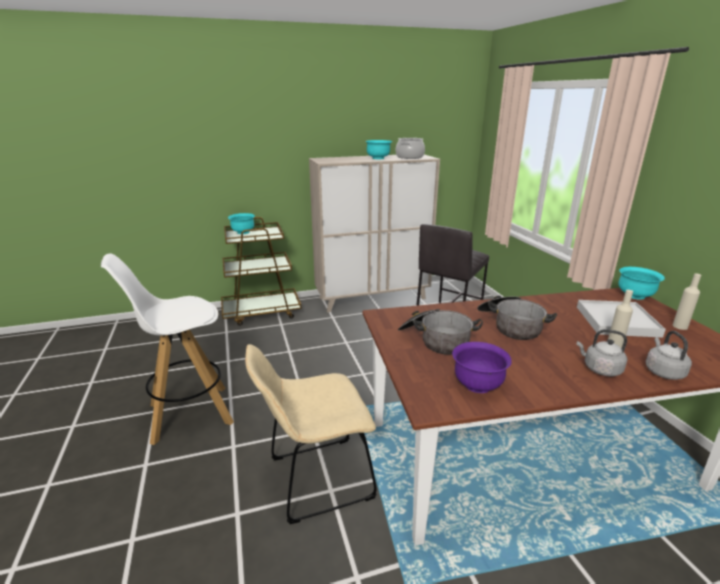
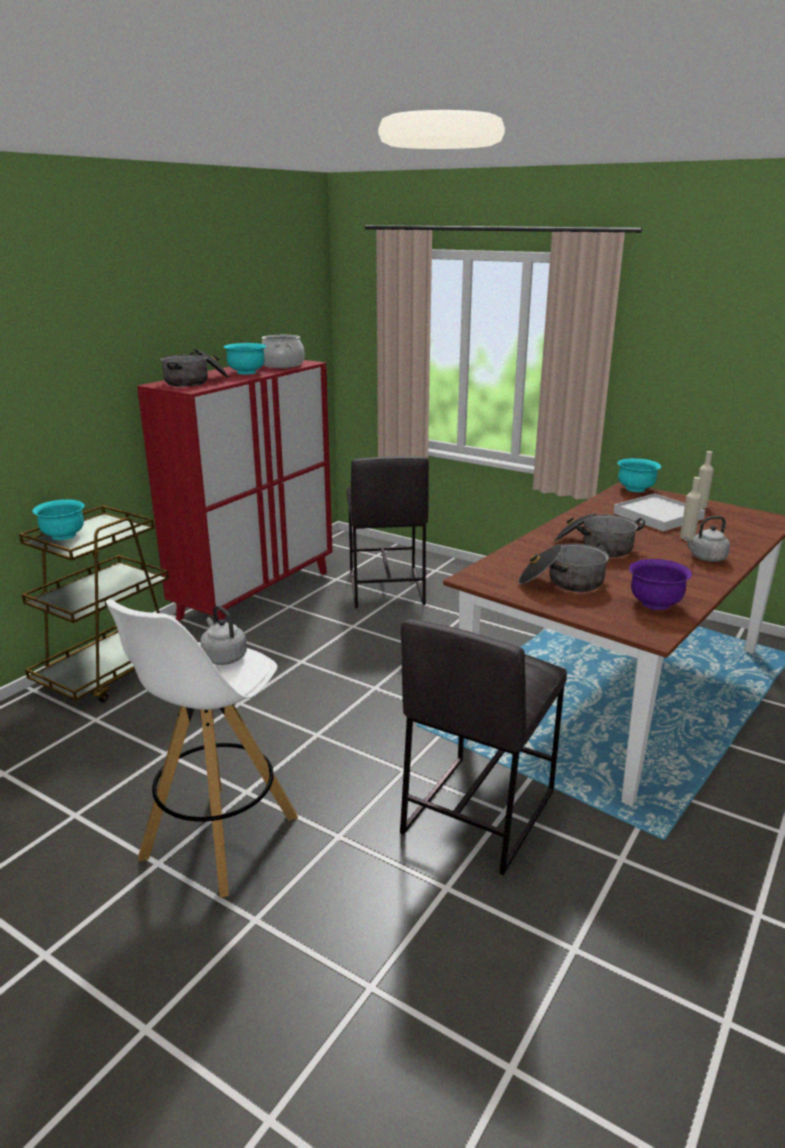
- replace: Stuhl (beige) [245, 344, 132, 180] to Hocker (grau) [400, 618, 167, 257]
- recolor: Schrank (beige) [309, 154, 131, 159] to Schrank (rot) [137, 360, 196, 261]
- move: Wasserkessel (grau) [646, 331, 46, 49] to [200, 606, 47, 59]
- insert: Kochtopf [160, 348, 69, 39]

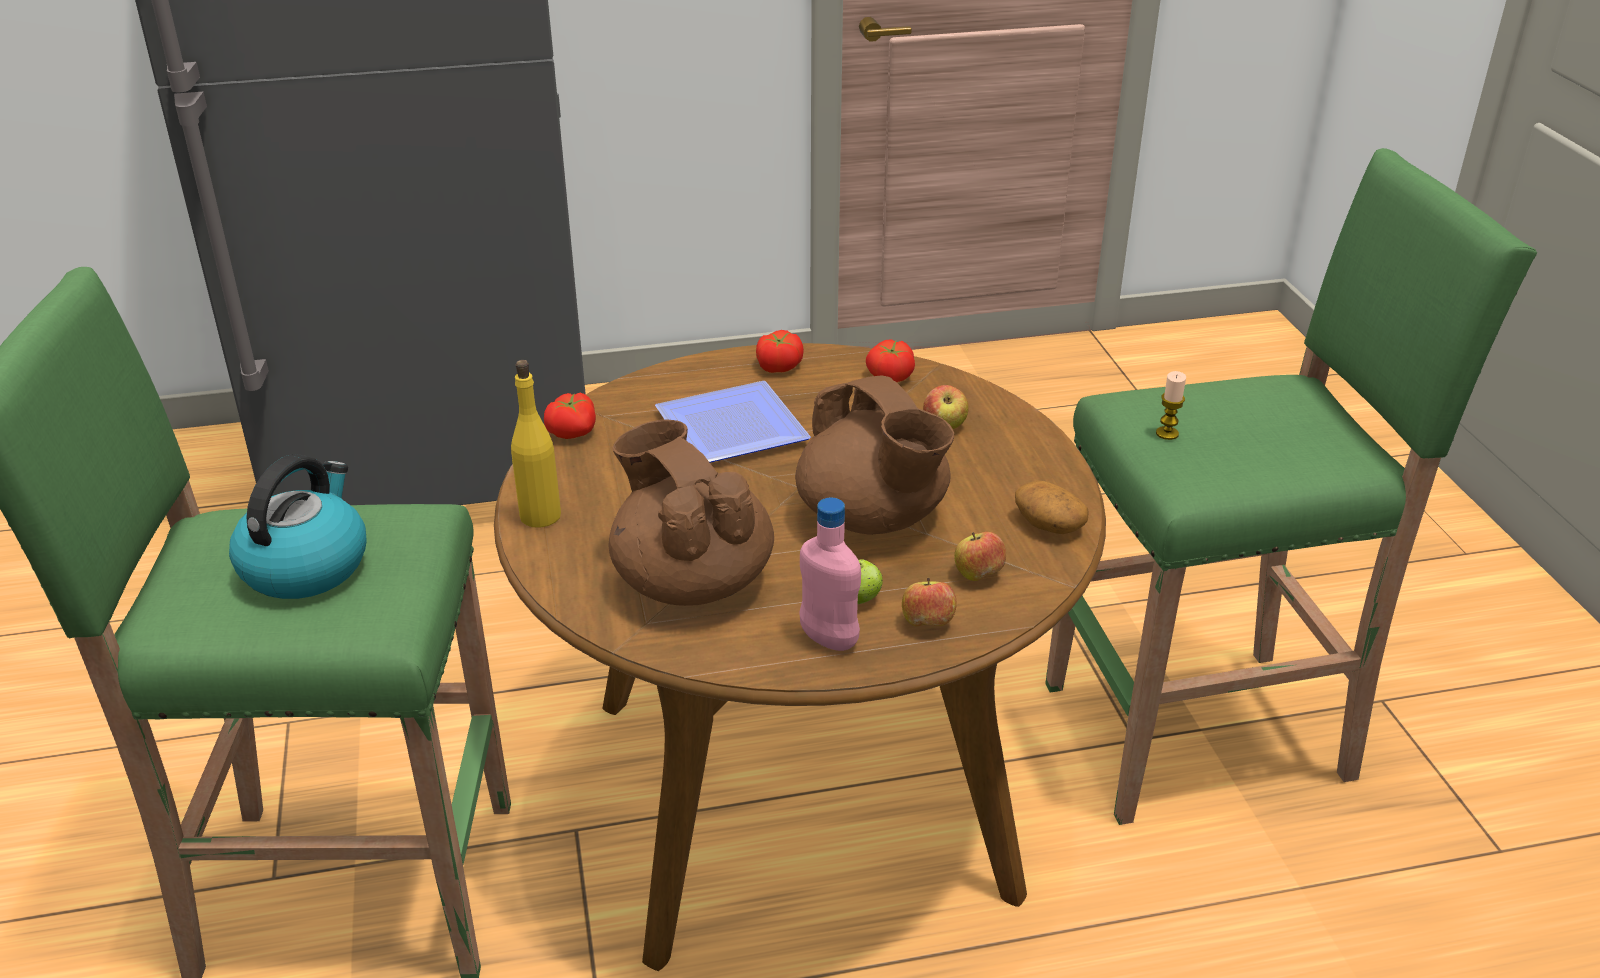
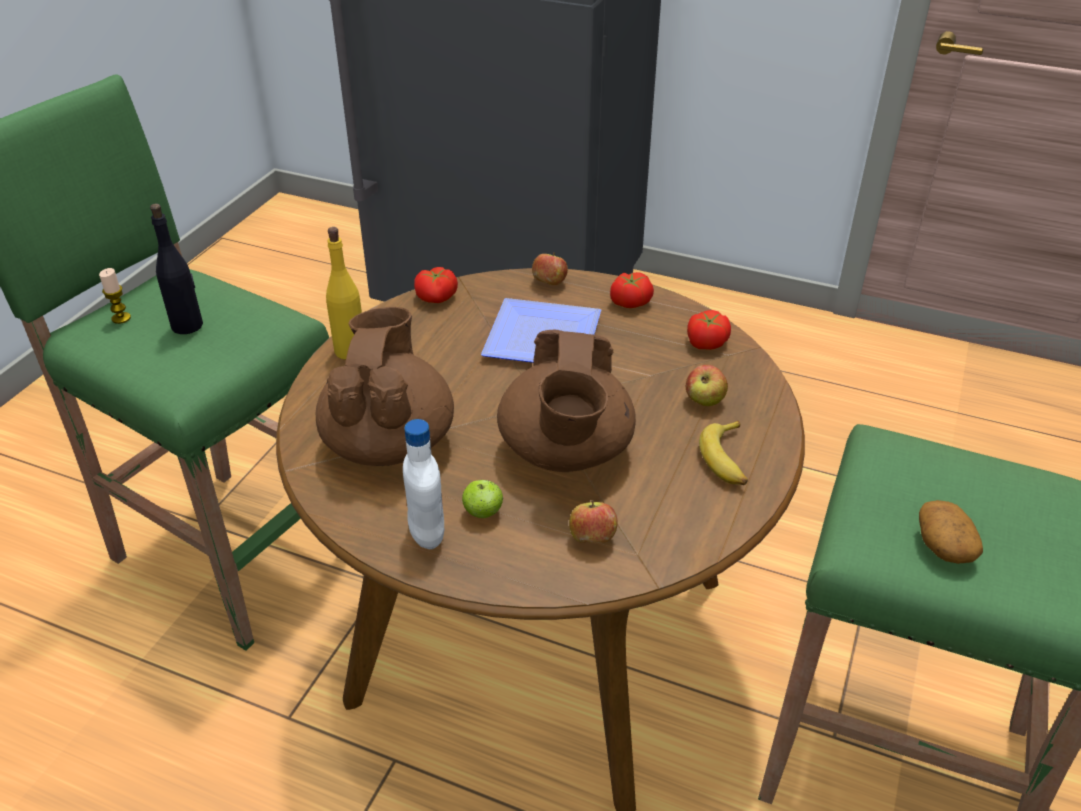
- replace: Wasserkessel [229, 454, 138, 145] to Flasche (schwarz) [150, 203, 53, 131]
- recolor: Flasche (rosa) [799, 498, 62, 153] to Flasche (weiß) [403, 419, 41, 130]
- move: Apfel [902, 577, 55, 49] to [532, 252, 36, 33]
- move: Kartoffel [1015, 481, 74, 53] to [919, 500, 64, 64]
- move: Kerze [1156, 371, 30, 69] to [99, 268, 32, 56]
- insert: Banane [699, 420, 49, 65]

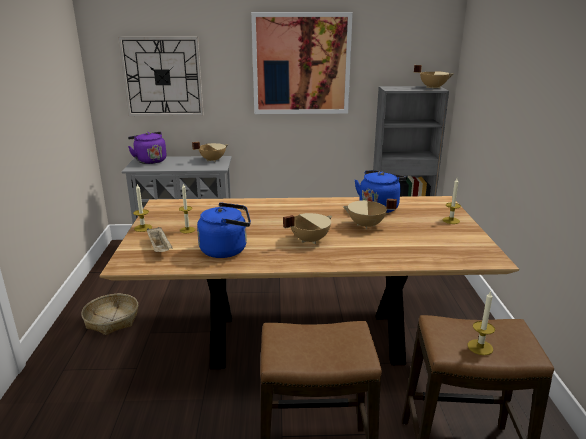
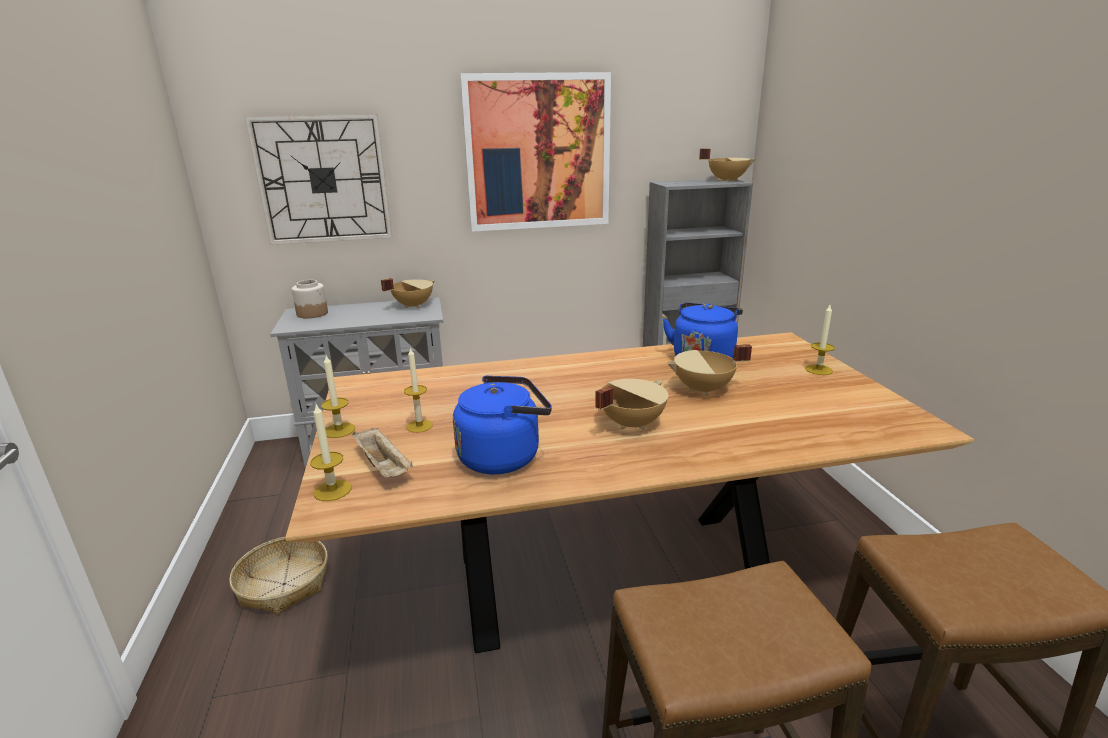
- replace: Wasserkessel (lila) [128, 132, 38, 32] to Vorratsglas [292, 280, 36, 38]
- move: Kerze [468, 290, 27, 65] to [310, 405, 42, 96]

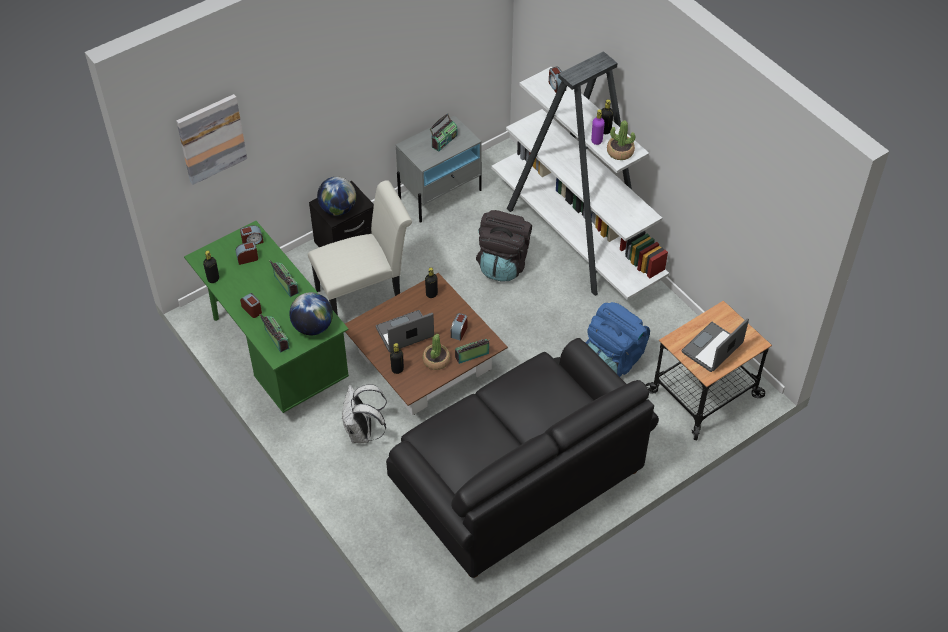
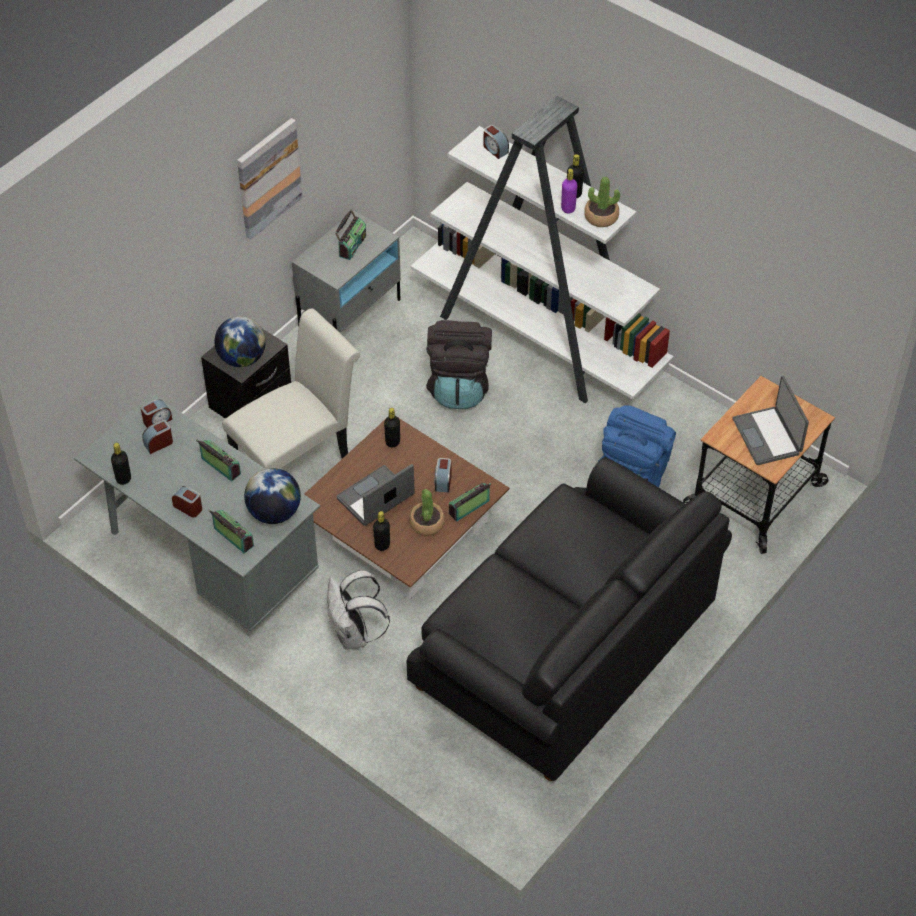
- move: Bild [176, 94, 71, 91] to [237, 118, 66, 122]
- recolor: Schreibtisch (grün) [184, 221, 165, 192] to Schreibtisch (grau) [74, 393, 246, 239]
- rotate: Laptop [682, 318, 67, 54] = [733, 376, 76, 89] 45 degrees counterclockwise

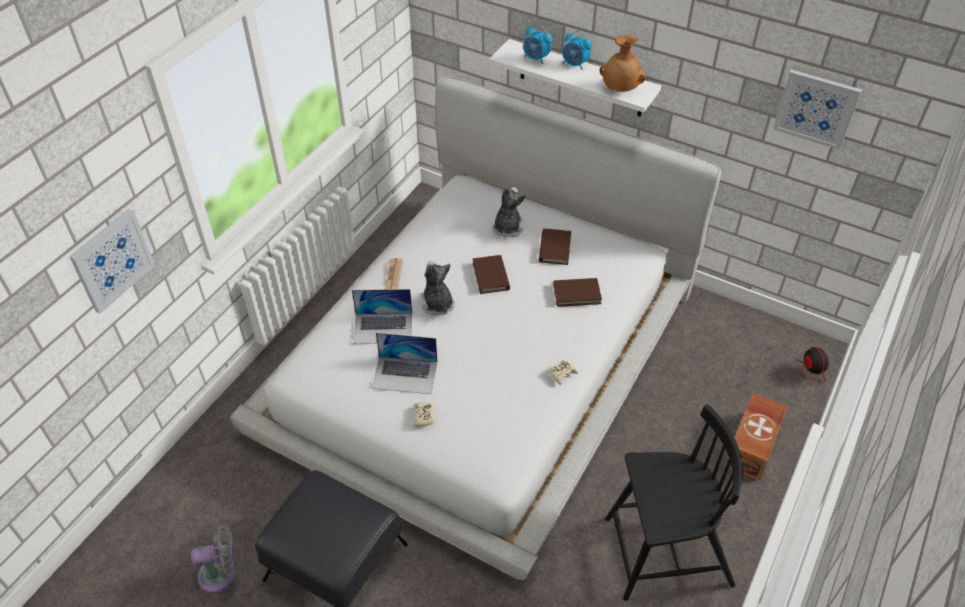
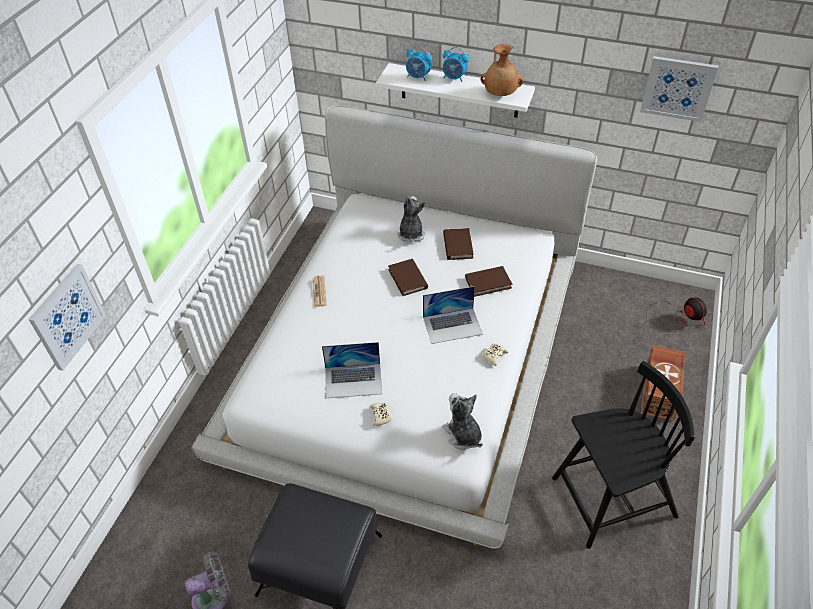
- move: Laptop [352, 289, 60, 55] to [423, 286, 60, 58]
- move: Plüschtier [420, 261, 35, 55] to [442, 393, 40, 57]

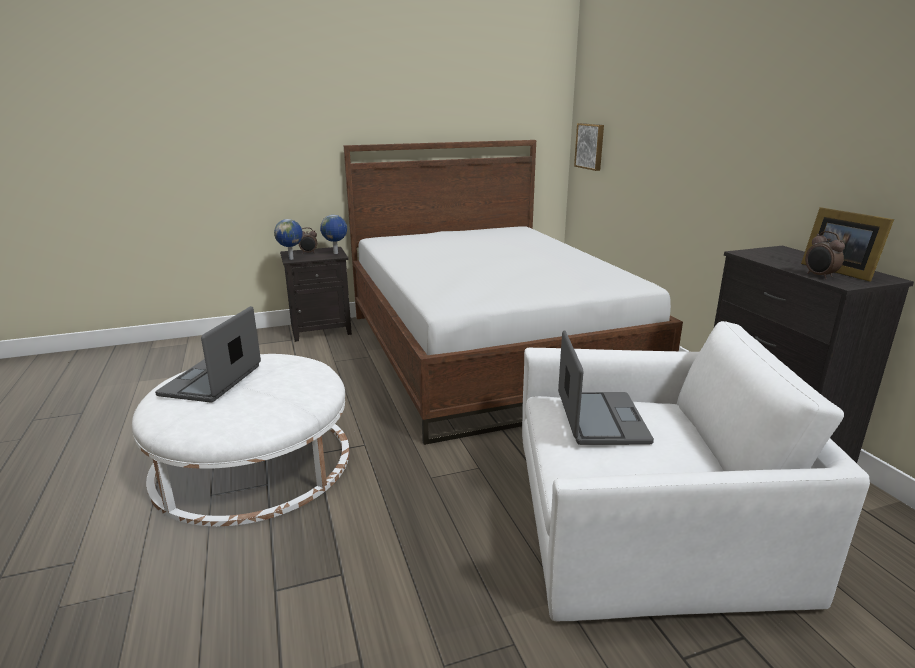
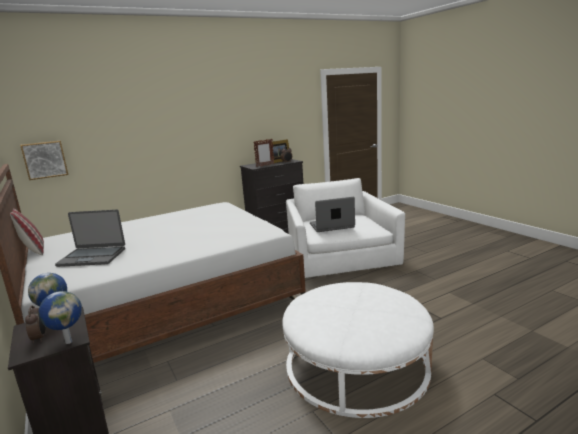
- move: Laptop [155, 306, 106, 97] to [55, 210, 70, 57]
- insert: Kissen [10, 208, 34, 47]
- insert: Bilderrahmen [253, 139, 21, 28]

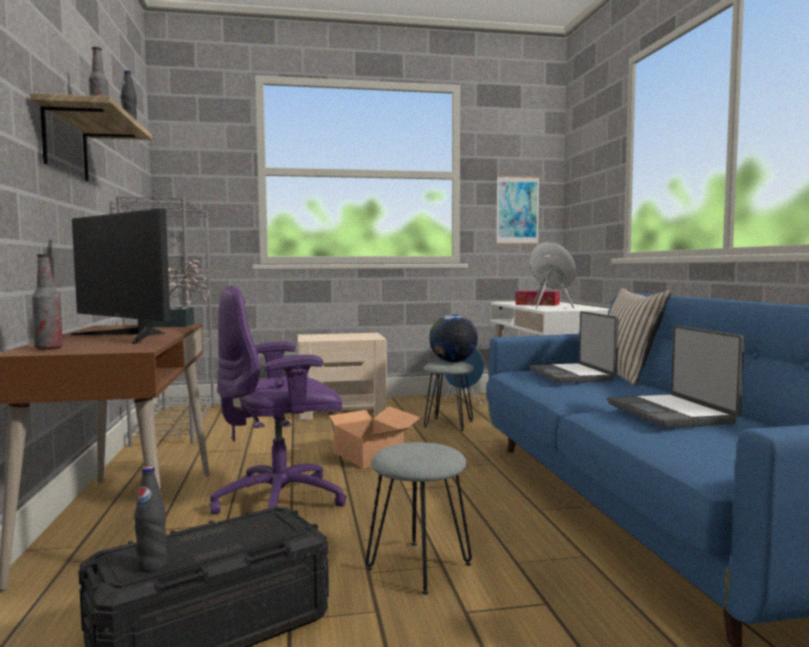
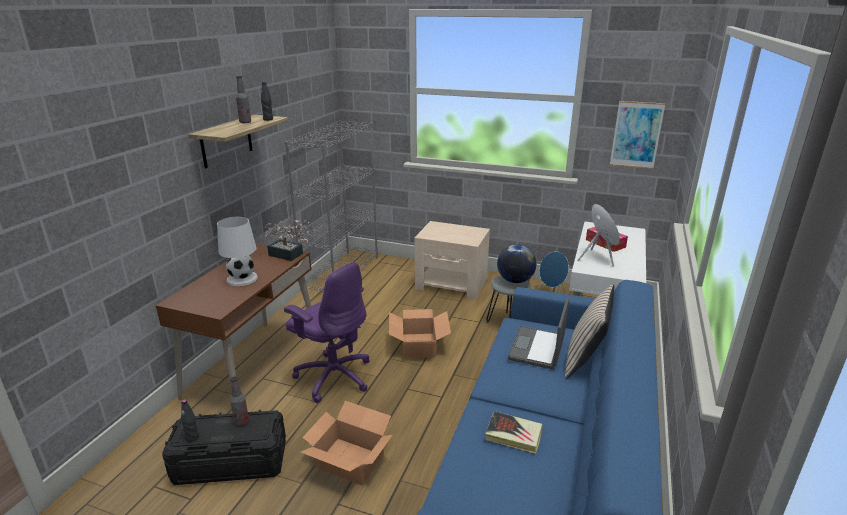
- move: Flasche [32, 254, 31, 96] to [230, 377, 19, 49]
- replace: Monitor [71, 208, 99, 136] to Tischlampe (weiß) [217, 217, 41, 69]
- rotate: Bürostuhl (lila) [210, 285, 137, 230] = [284, 262, 86, 141] 150 degrees counterclockwise
- replace: Hocker (grau) [366, 442, 106, 153] to Karton [300, 401, 93, 84]
- replace: Laptop [607, 325, 138, 103] to Buch [485, 411, 58, 43]

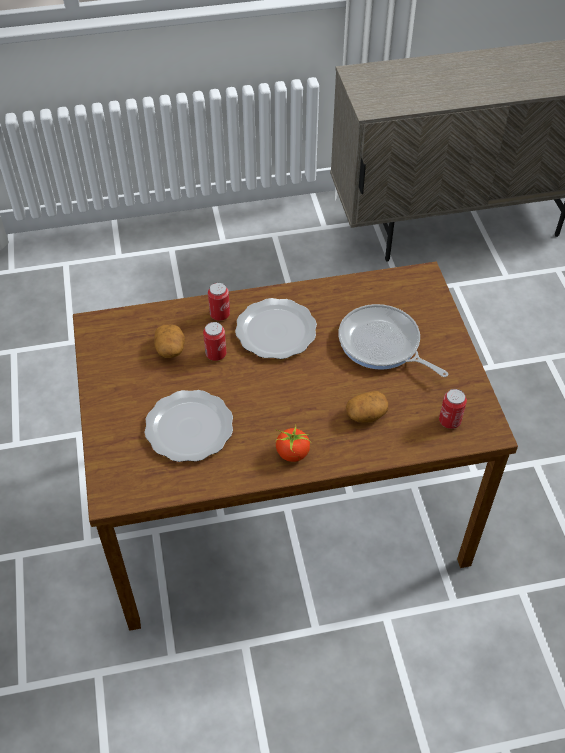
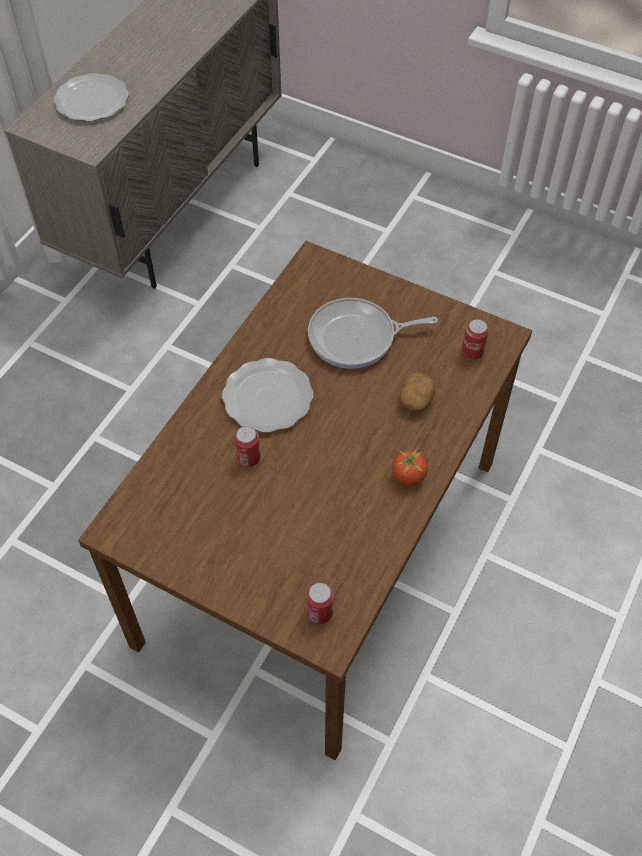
- move: Teller [144, 390, 89, 72] to [54, 73, 75, 49]
- delete: Kartoffel [154, 324, 31, 34]
- move: Dose [208, 282, 22, 39] to [306, 583, 27, 41]

